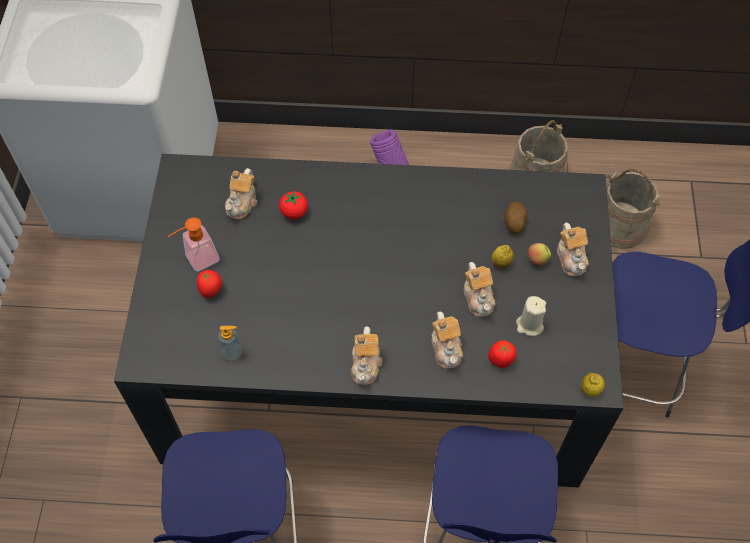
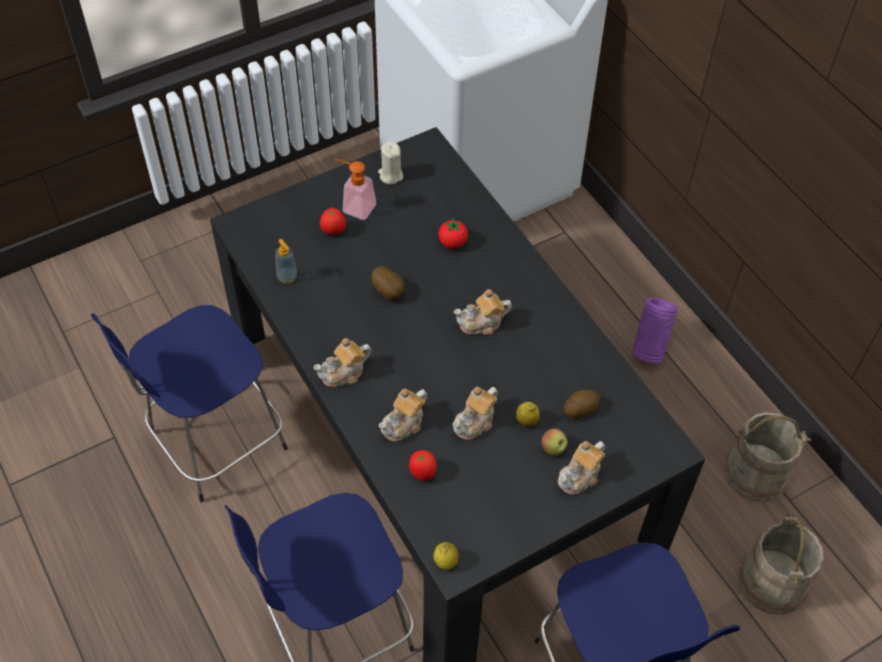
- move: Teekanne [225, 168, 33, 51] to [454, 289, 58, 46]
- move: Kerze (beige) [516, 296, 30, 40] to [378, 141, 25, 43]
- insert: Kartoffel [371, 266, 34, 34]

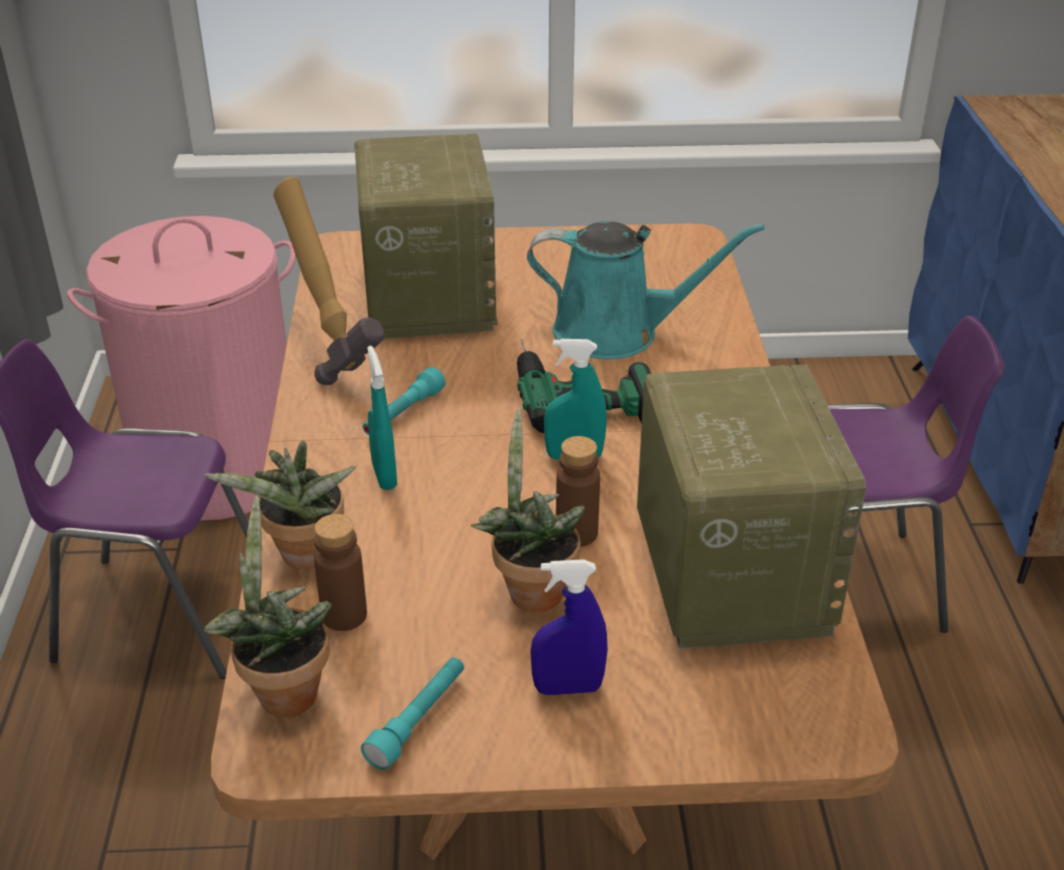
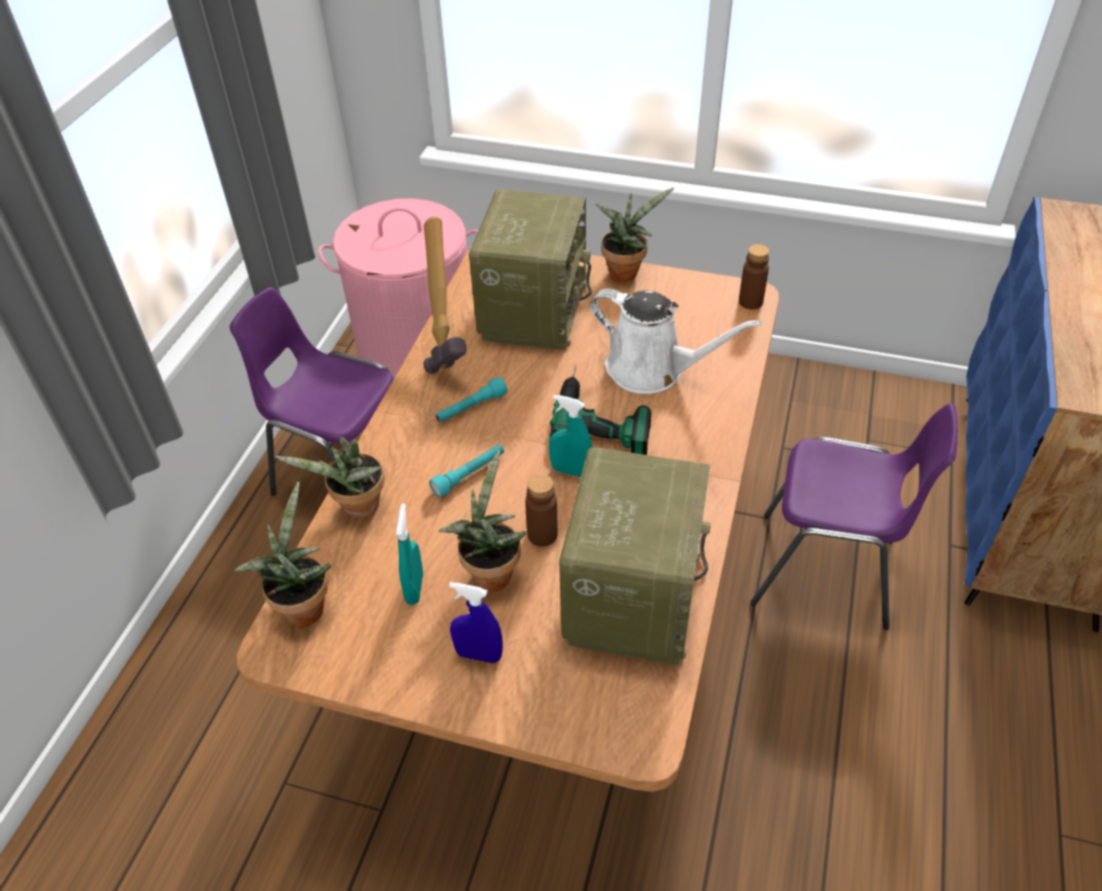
- move: Flasche (braun) [314, 514, 53, 117] to [739, 244, 30, 65]
- move: Taschenlampe (türkis) [361, 657, 103, 113] to [429, 444, 75, 54]
- move: Sprühflasche (türkis) [367, 346, 30, 144] to [396, 504, 27, 101]
- recolor: Gießkanne (türkis) [527, 221, 238, 138] to Gießkanne (weiß) [589, 288, 173, 106]
- insert: Topfpflanze [596, 188, 78, 94]

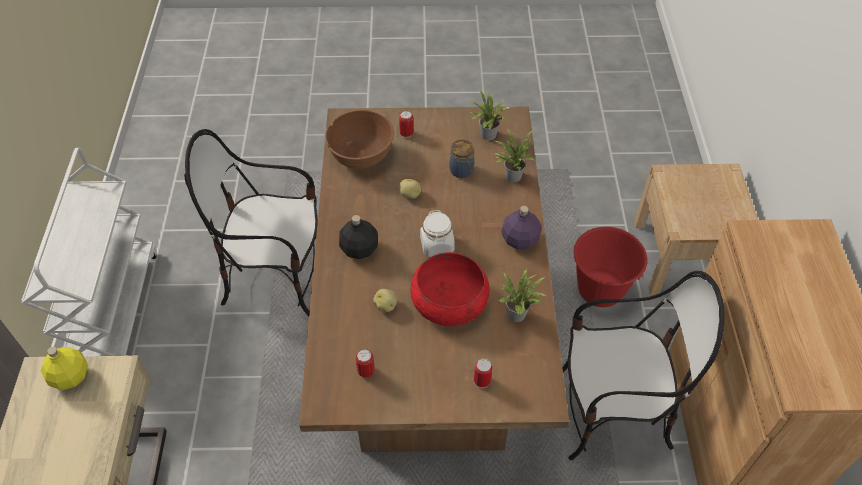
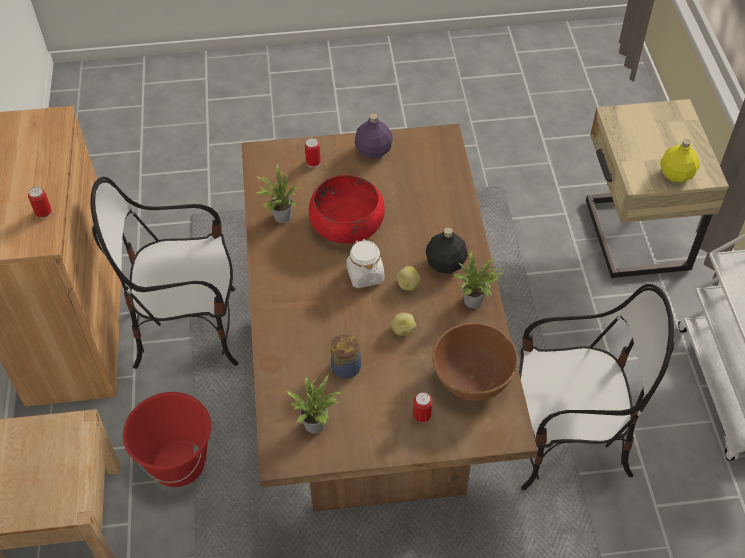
- move: Dose [356, 349, 19, 29] to [28, 187, 24, 31]
- move: Kartoffel [373, 289, 24, 23] to [397, 266, 24, 25]
- move: Topfpflanze [492, 129, 43, 53] to [453, 250, 51, 58]
- move: Flasche (lila) [501, 206, 40, 43] to [355, 114, 38, 45]

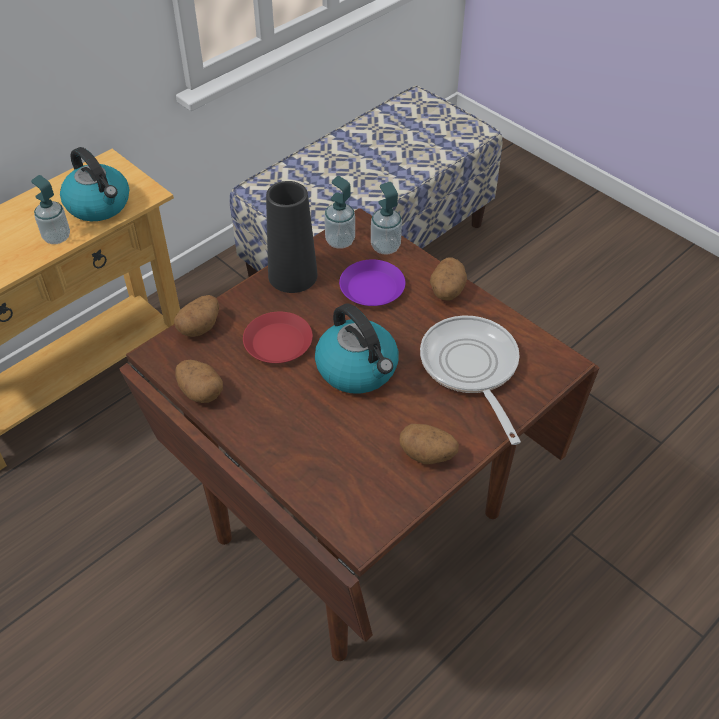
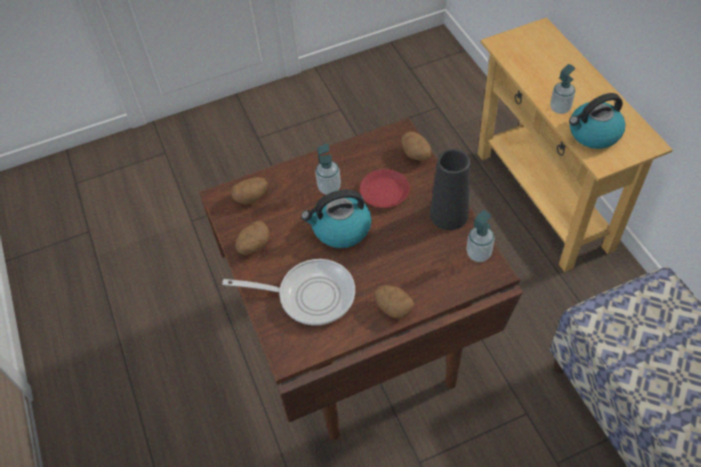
- move: Kartoffel [175, 360, 48, 43] to [231, 177, 37, 27]
- delete: Teller (lila) [339, 259, 66, 47]
- move: Seifenspender [371, 182, 31, 73] to [315, 144, 26, 51]

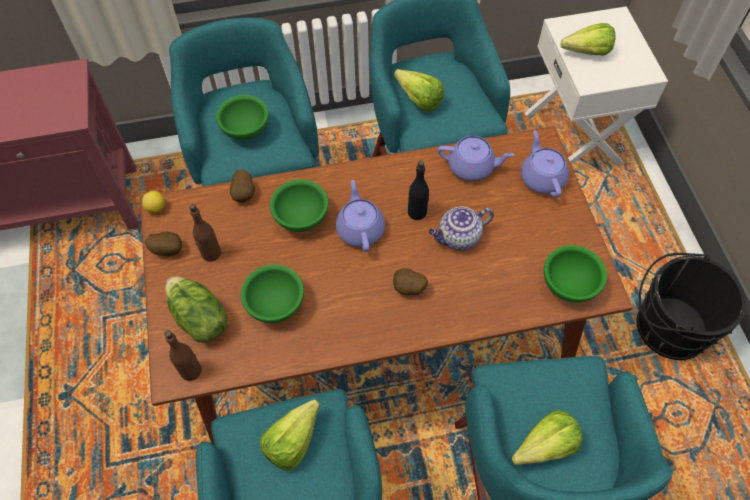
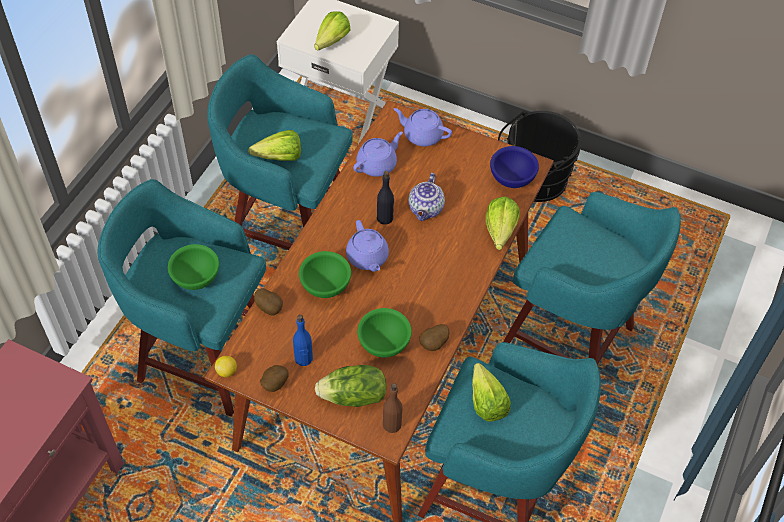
- recolor: Flasche (braun) [189, 204, 32, 58] to Flasche (blau) [293, 315, 20, 51]
- rotate: Teekanne (lila) [336, 180, 49, 72] = [346, 220, 43, 52] 135 degrees counterclockwise
- move: Kartoffel [393, 268, 35, 27] to [419, 324, 30, 27]
- move: Salatkopf [511, 410, 71, 55] to [486, 196, 34, 54]
- recolor: Schüssel (grün) [544, 245, 63, 58] to Schüssel (blau) [490, 146, 49, 42]

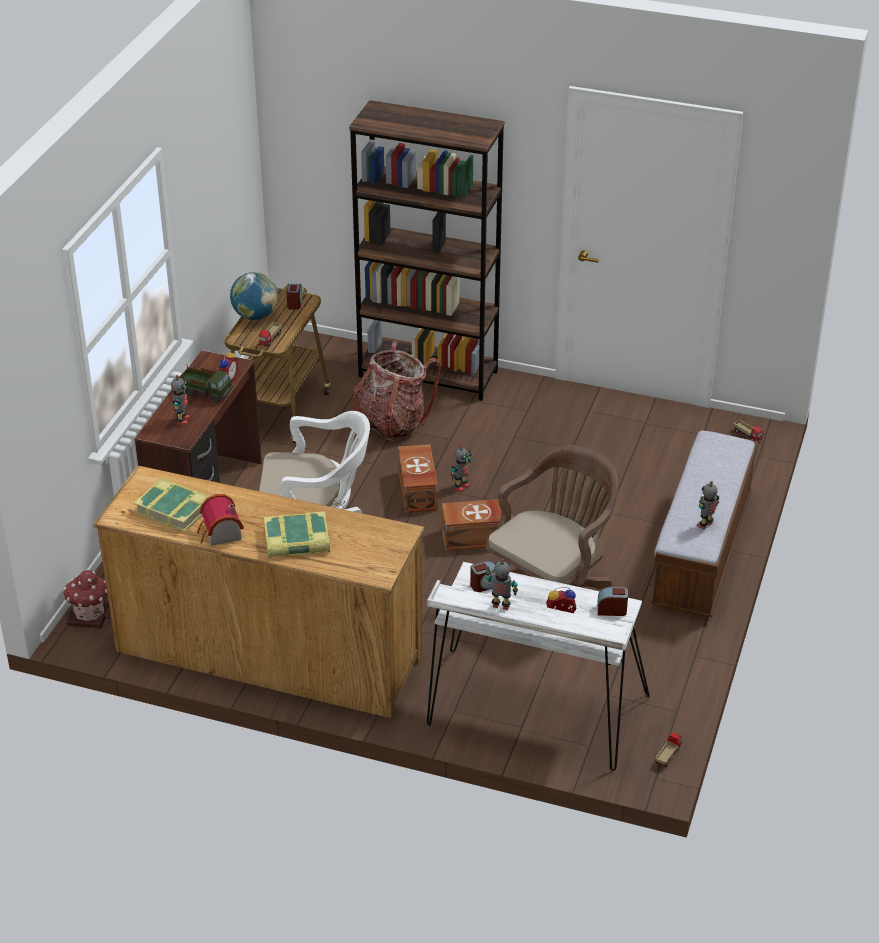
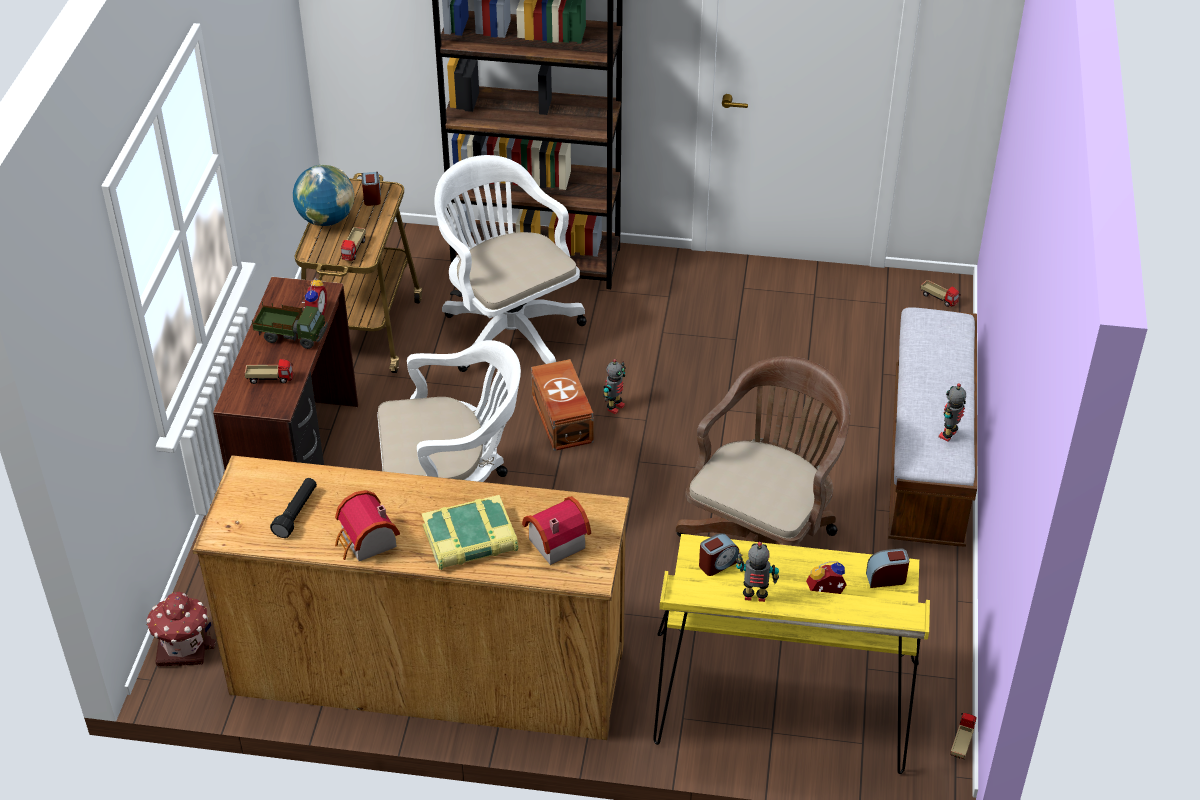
- replace: Buch [134, 478, 77, 54] to Taschenlampe (schwarz) [270, 478, 47, 60]
- replace: Spielzeugroboter [171, 375, 19, 50] to Spielzeuglaster [244, 359, 49, 25]
- replace: Rucksack [353, 341, 88, 100] to Bürostuhl (weiß) [434, 155, 153, 217]
- recolor: Schreibtisch (weiß) [427, 562, 223, 209] to Schreibtisch (gelb) [653, 534, 277, 240]
- delete: Aufbewahrungsbox (braun) [442, 499, 71, 52]
- insert: Spielzeughaus [522, 496, 69, 69]

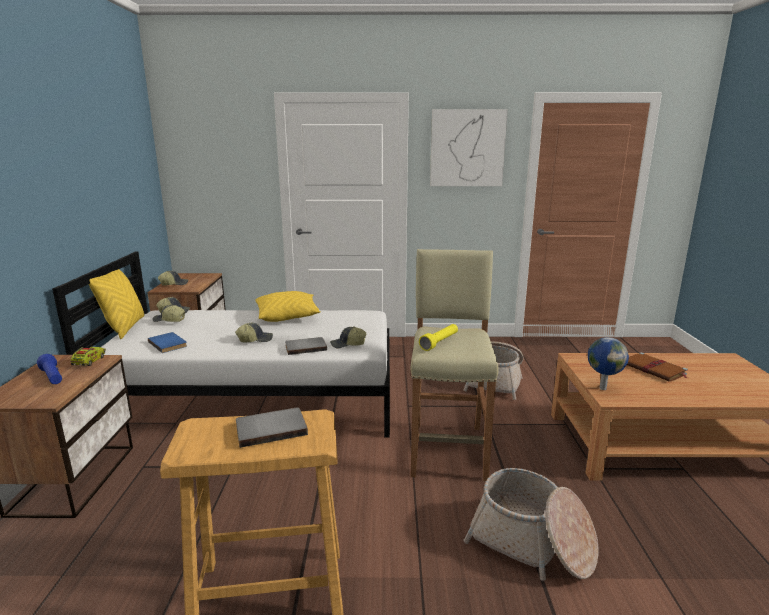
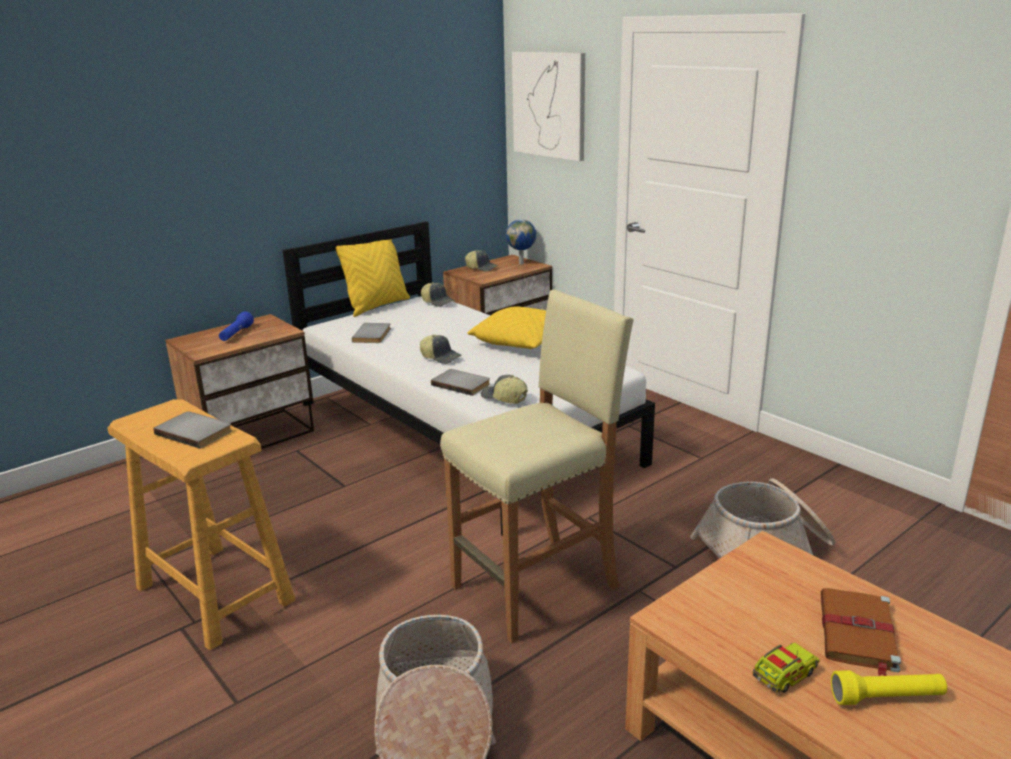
- move: Spielzeuglaster [70, 346, 36, 20] to [752, 642, 68, 51]
- recolor: Buch (blau) [148, 332, 39, 21] to Buch (grau) [352, 323, 39, 20]
- delete: Kappe [152, 305, 33, 17]
- move: Taschenlampe (gelb) [419, 324, 39, 27] to [831, 670, 116, 35]
- move: Bild [430, 109, 78, 77] to [512, 52, 73, 109]
- move: Globus [588, 337, 41, 53] to [506, 219, 30, 45]

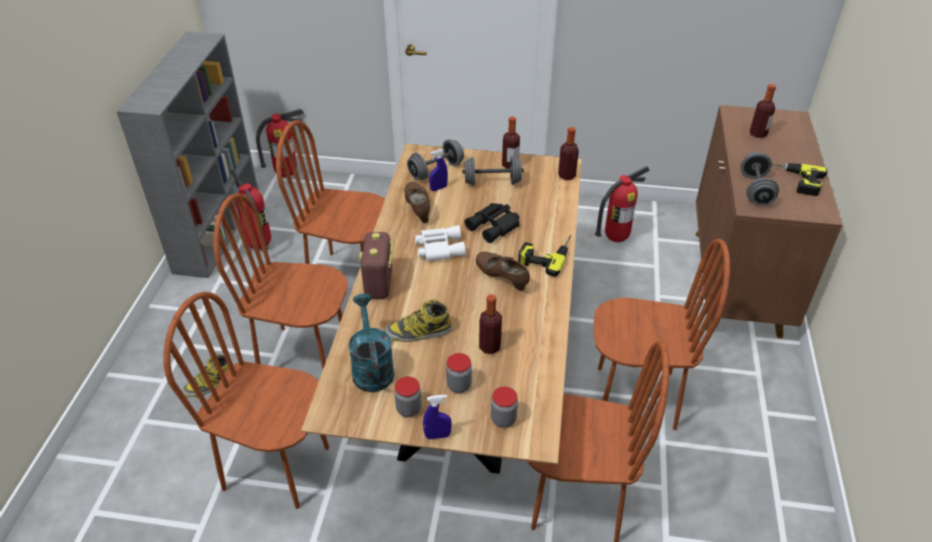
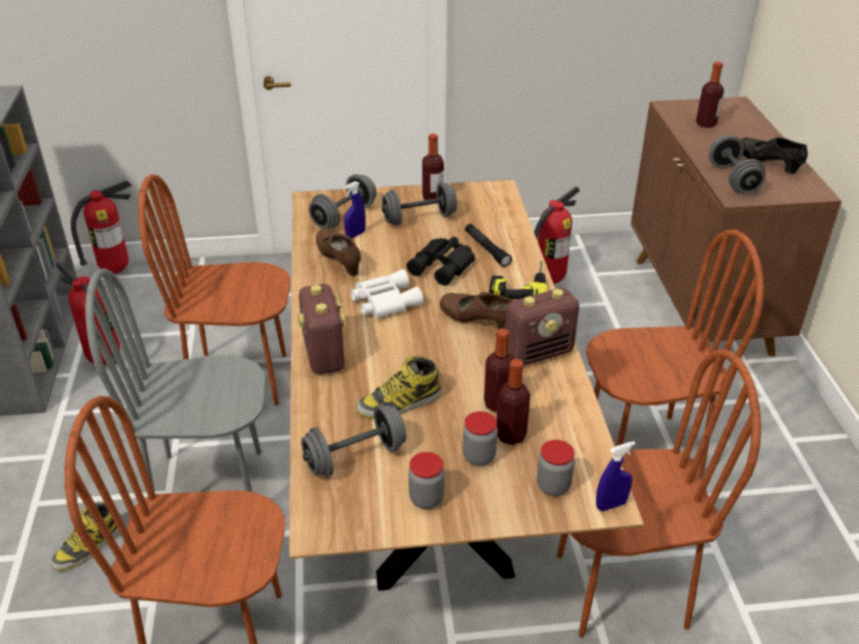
- recolor: Stuhl (braun) [213, 193, 135, 176] to Stuhl (grau) [85, 269, 180, 223]
- replace: Gießkanne (türkis) [348, 294, 47, 98] to Hantel (grau) [301, 404, 105, 73]
- move: Sprühflasche (blau) [423, 395, 29, 44] to [596, 441, 40, 70]
- move: Flasche [558, 127, 21, 53] to [496, 359, 34, 86]
- replace: Bohrmaschine [772, 163, 55, 33] to Schuh (schwarz) [741, 137, 67, 37]
- insert: Taschenlampe (schwarz) [465, 224, 47, 43]
- insert: Radio [505, 288, 74, 78]

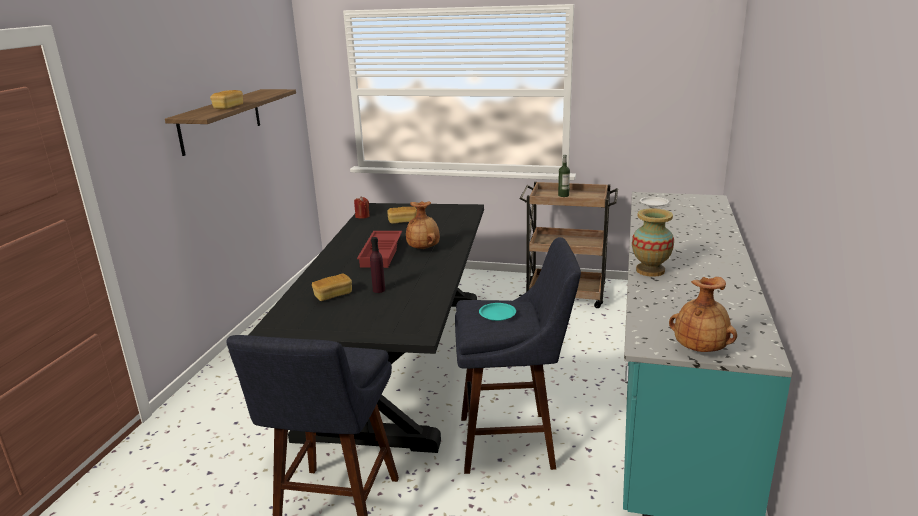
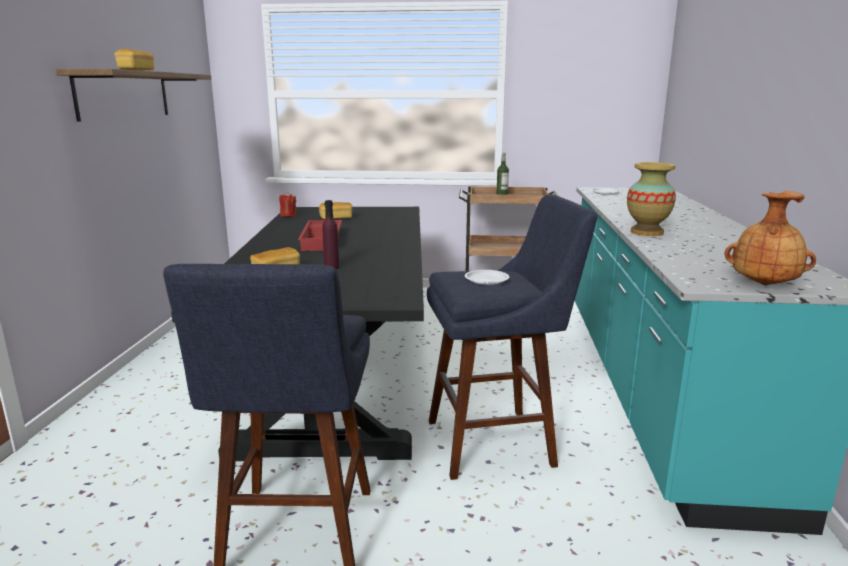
- delete: Vase (braun) [406, 201, 34, 48]
- recolor: Teller (türkis) [479, 303, 37, 18] to Teller (weiß) [465, 270, 44, 15]

